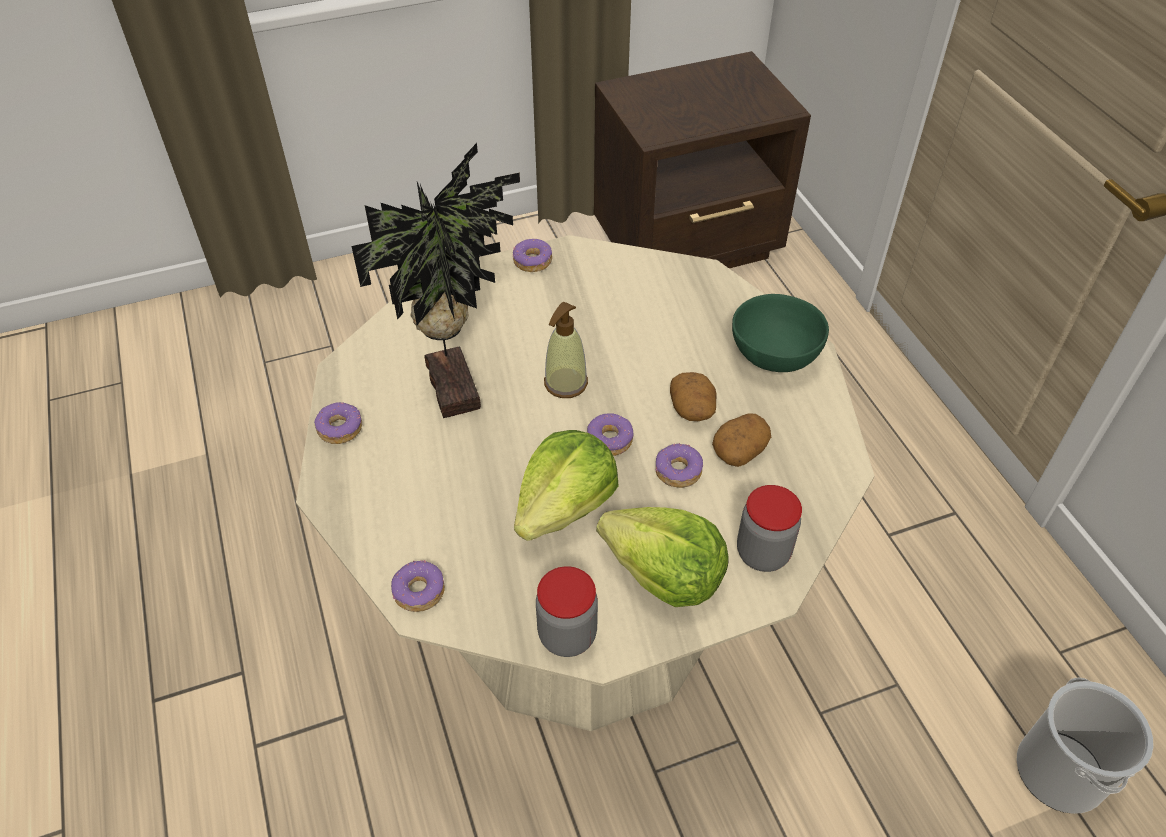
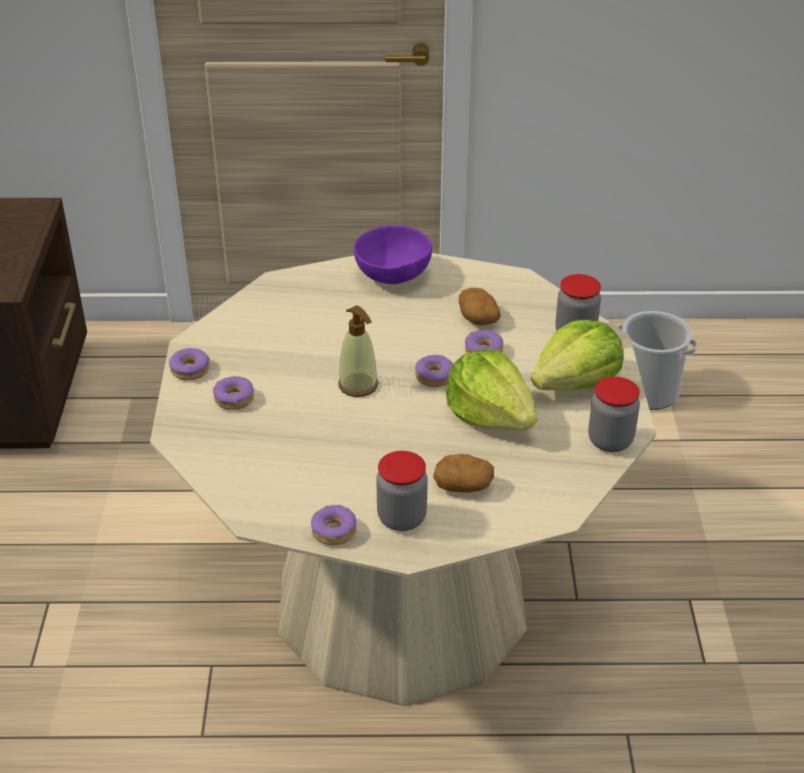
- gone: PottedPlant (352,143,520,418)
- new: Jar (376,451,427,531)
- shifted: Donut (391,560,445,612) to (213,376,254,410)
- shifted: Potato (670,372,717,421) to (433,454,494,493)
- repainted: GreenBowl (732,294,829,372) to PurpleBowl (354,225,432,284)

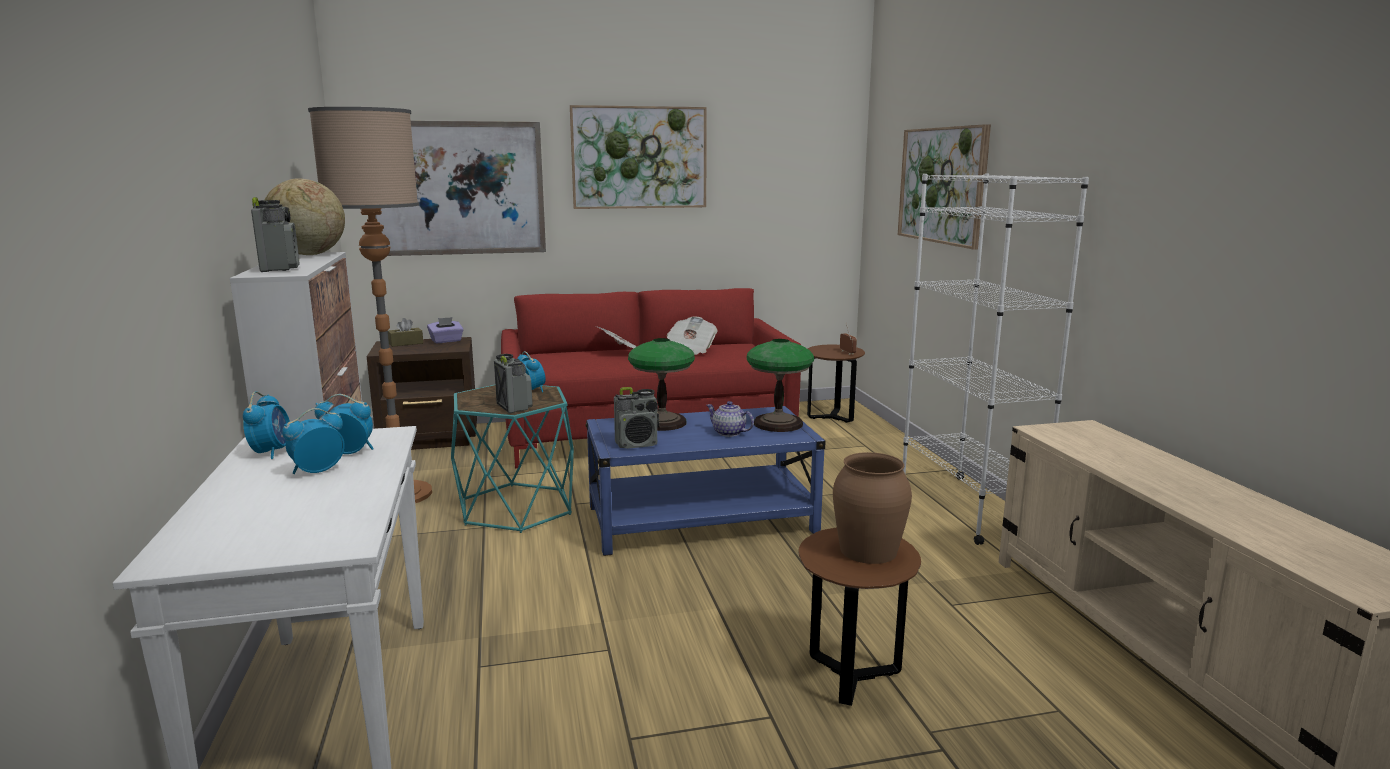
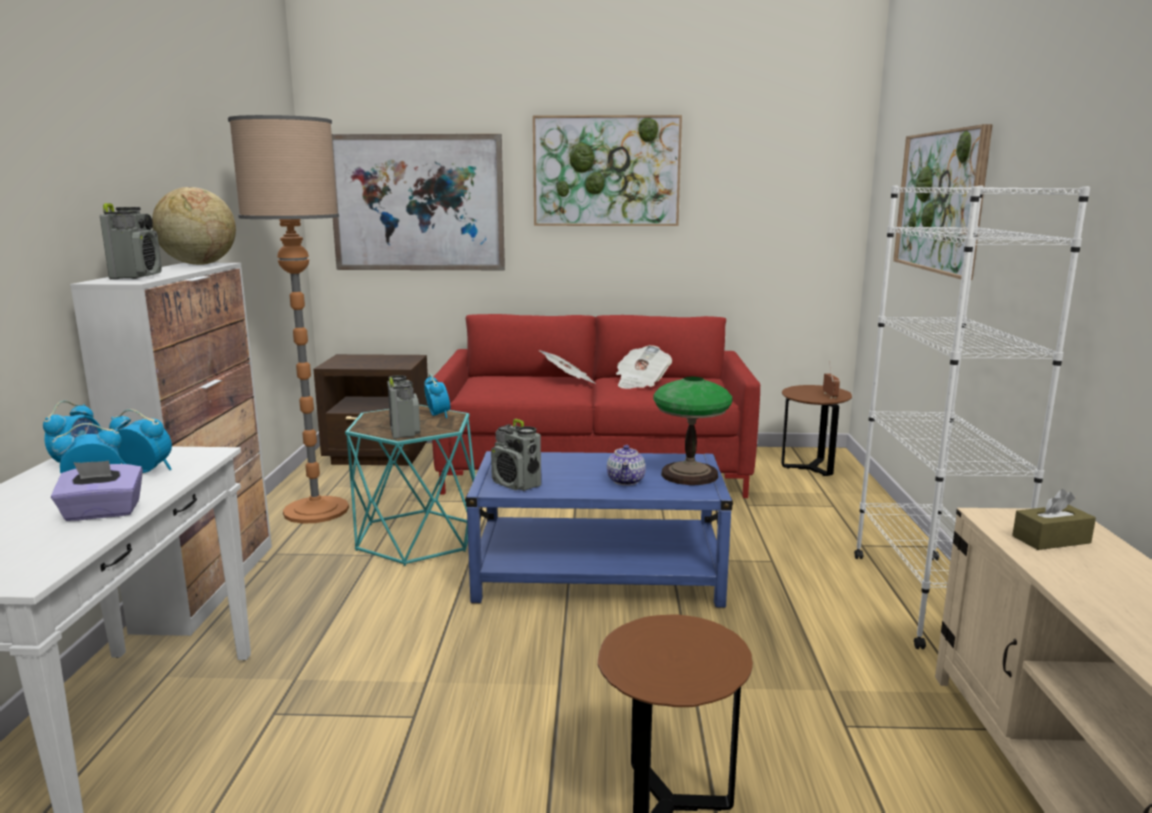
- gone: TableLamp (628,338,695,431)
- gone: BrownVase (833,452,912,564)
- shifted: BrownTissueBox (388,318,423,347) to (1012,489,1096,550)
- shifted: PurpleTissueBox (427,317,464,343) to (51,461,143,521)
- rotated: Radio (614,387,659,449) = (491,419,541,491) 45 degrees clockwise
- rotated: Teapot (706,401,754,437) = (607,445,646,486) 135 degrees counterclockwise

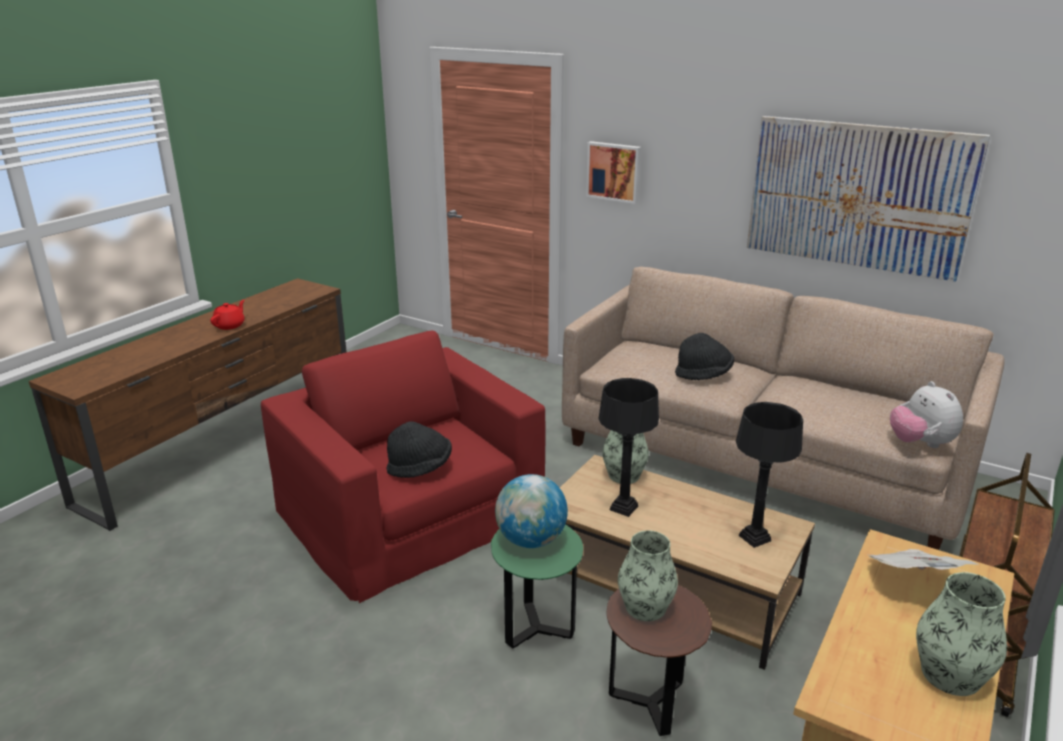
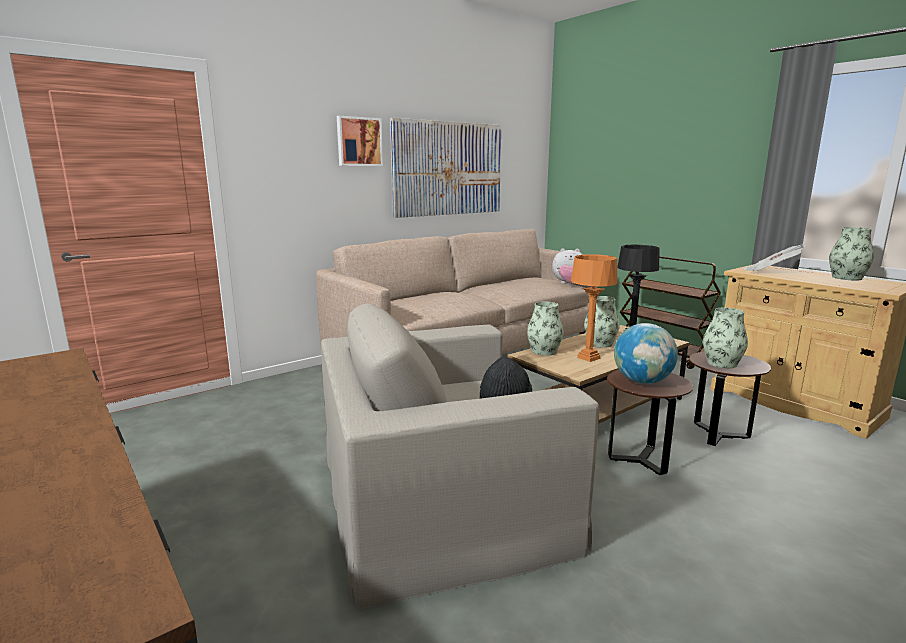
- gone: RedTeapot (210,300,245,330)
- gone: BlackHat (675,333,734,380)
- new: Vase (584,296,620,348)
- shifted: Picture (586,141,641,204) to (337,116,383,166)
- repainted: RedArmchair (261,331,545,603) to BeigeArmchair (321,303,599,609)
- repainted: GreenSideTable (491,524,583,648) to BrownSideTable (607,370,693,475)
- repainted: BlackTableLamp (598,378,659,517) to OrangeTableLamp (571,254,617,362)

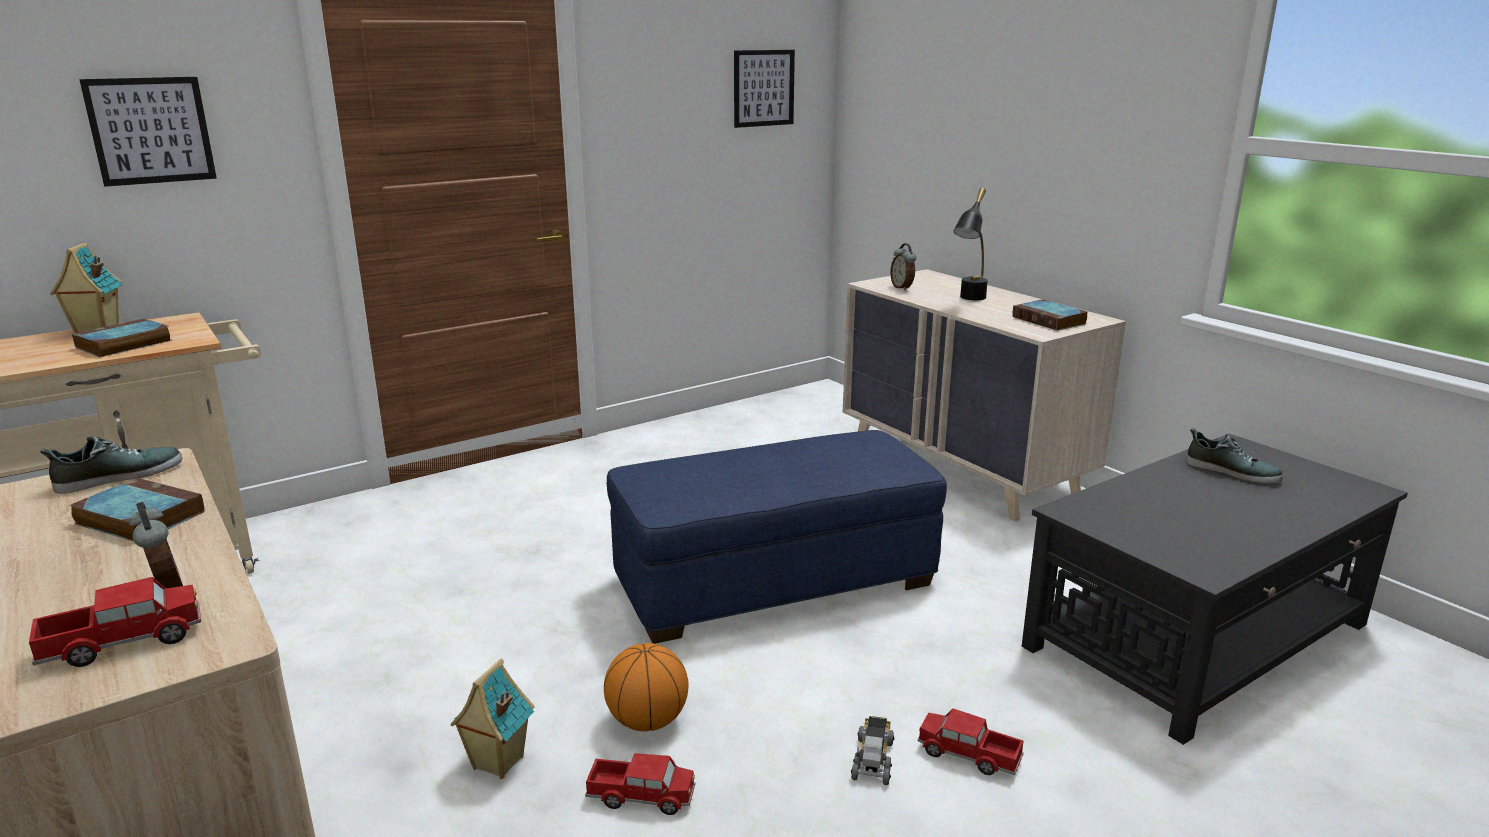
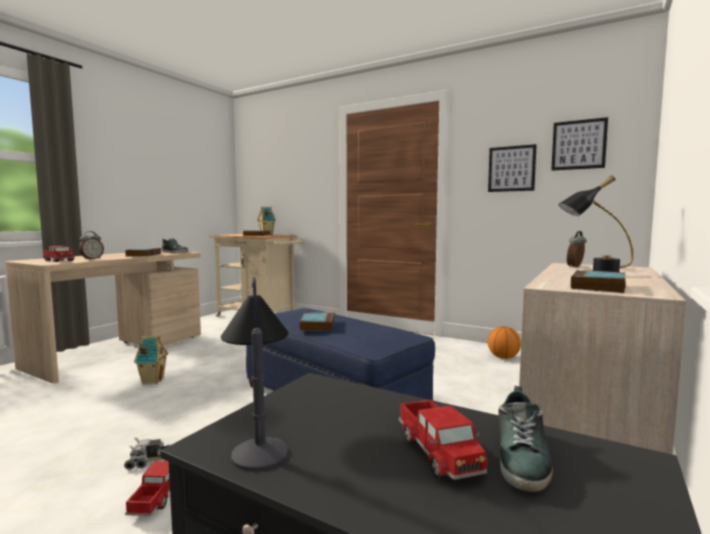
- new: TableLamp (221,277,288,471)
- new: Book (299,312,335,331)
- shifted: Picture (79,77,217,187) to (488,144,537,192)
- shifted: ToyTruck (585,753,695,815) to (399,400,488,480)
- shifted: Basketball (604,643,689,731) to (488,326,521,359)

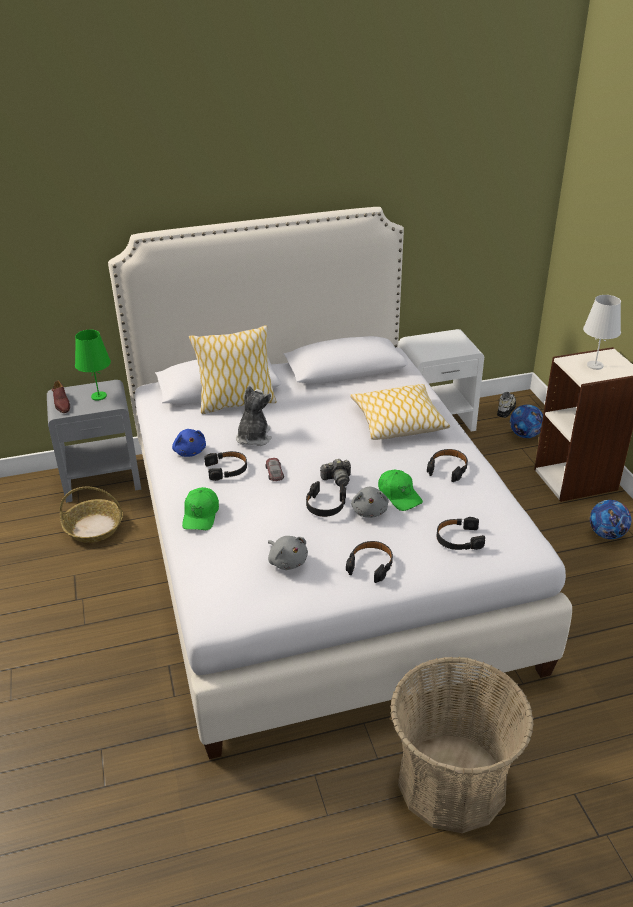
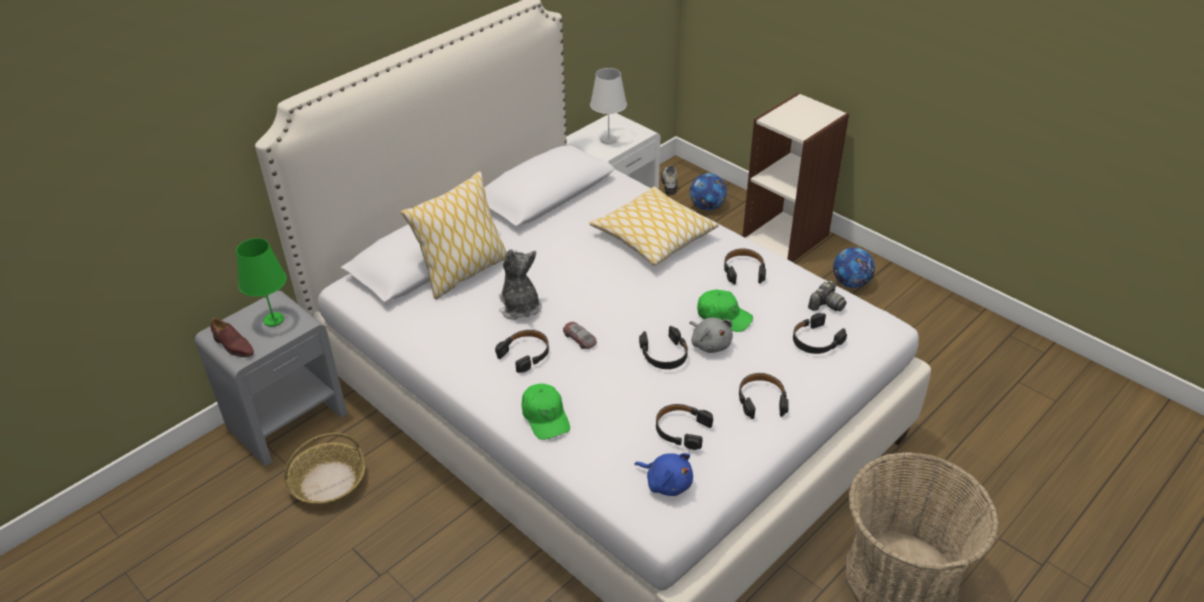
- shifted: BluePlushToy (172,429,206,457) to (634,453,693,496)
- shifted: PhotoCamera (320,459,351,487) to (808,281,847,311)
- shifted: WhiteTableLamp (583,295,621,370) to (590,68,627,144)
- swapped: GreyPlushToy (268,536,308,570) to BlackHeadphones (656,404,713,450)

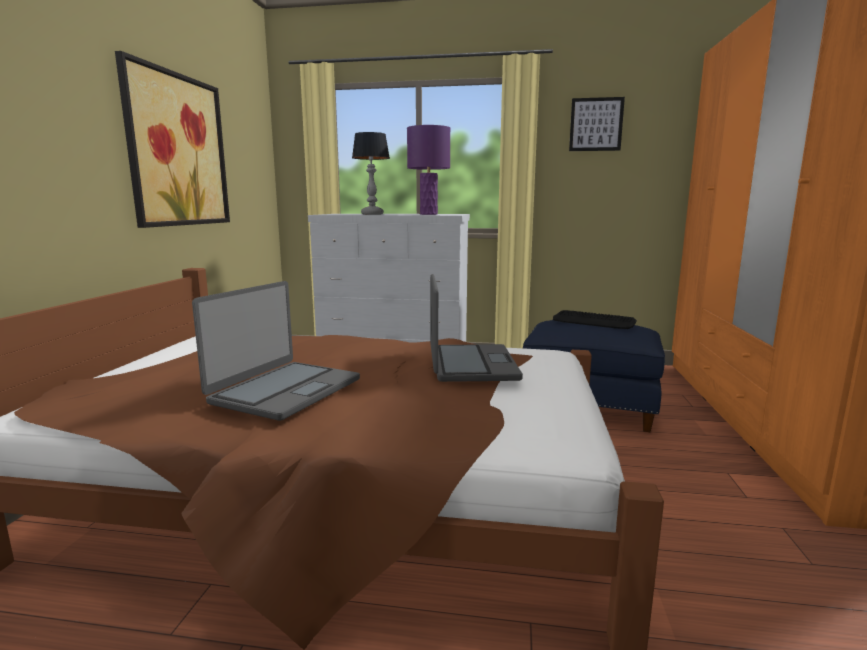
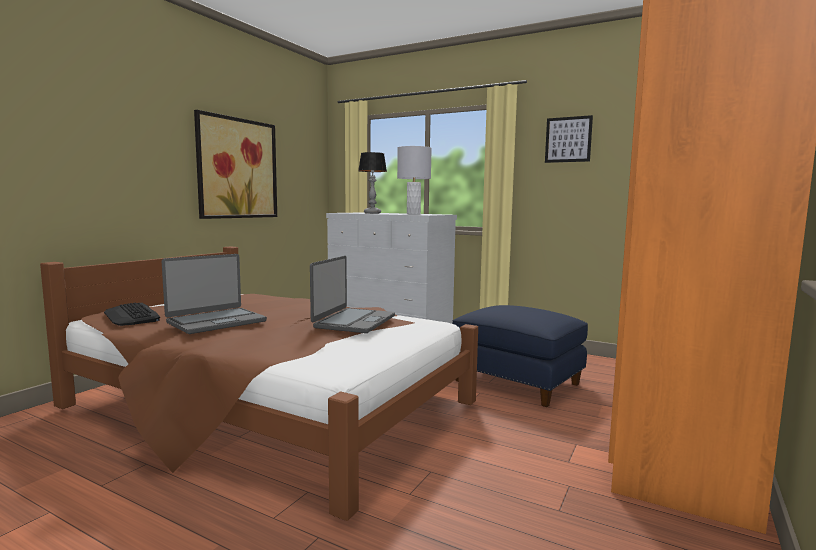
- shifted: Keyboard (553,310,637,329) to (104,303,160,326)
- repainted: PurpleTableLamp (407,125,450,215) to GreyTableLamp (397,146,432,215)

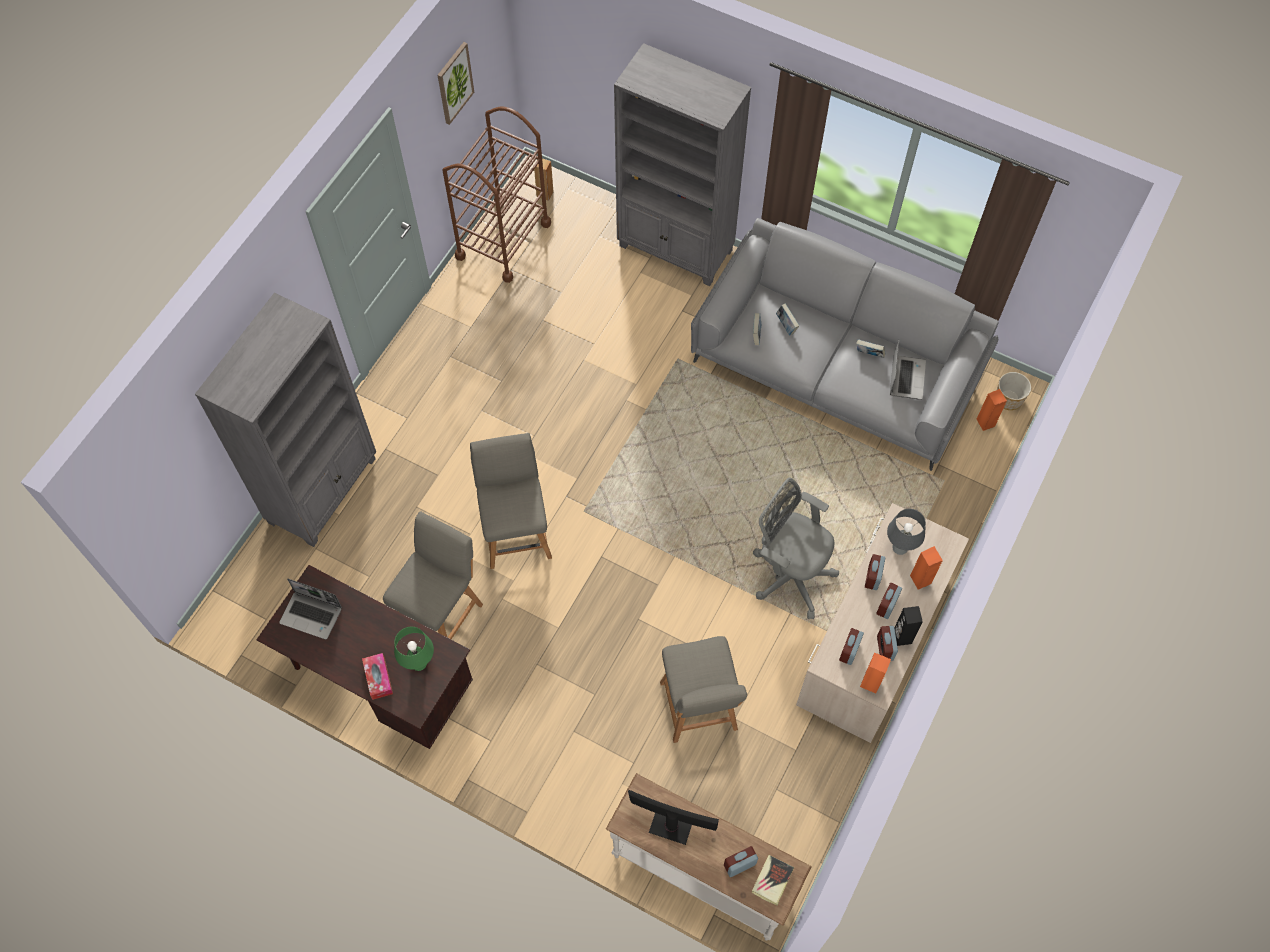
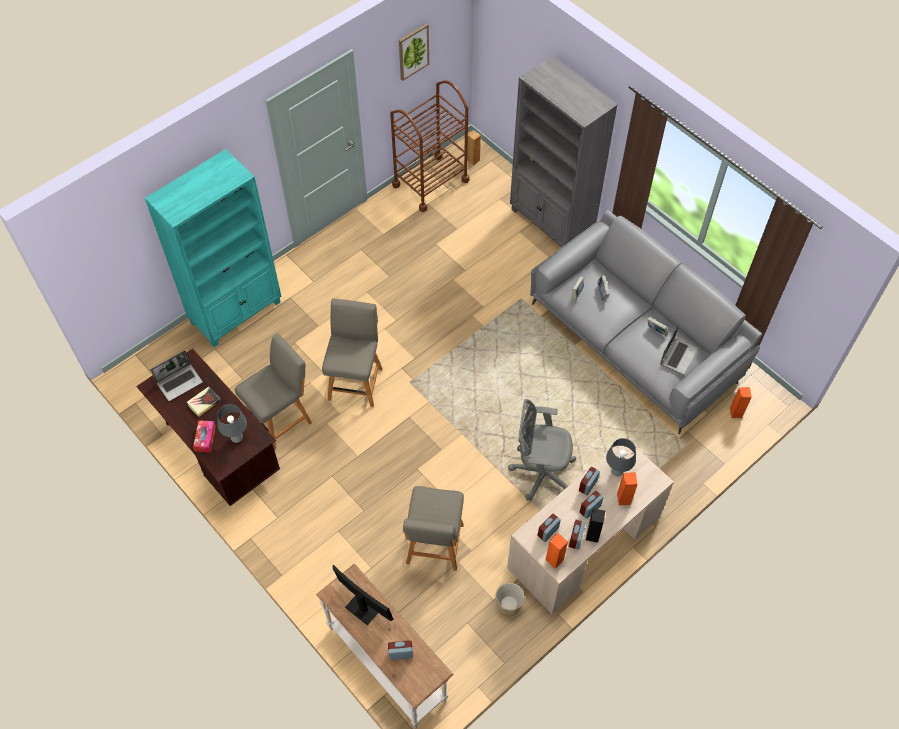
- shifted: Book (752,855,794,906) to (187,387,221,417)
- shifted: Planter (997,372,1031,410) to (495,583,525,616)
- repainted: GreyBookcase (195,293,376,547) to TurquoiseBookcase (145,149,281,347)
- repainted: GreenTableLamp (394,627,434,671) to GreyTableLamp (217,404,247,443)
- rotated: Laptop (279,579,342,639) = (151,350,203,401) 75 degrees counterclockwise
- rotated: GreyOfficeChair (753,478,839,619) = (508,399,576,501) 45 degrees counterclockwise

